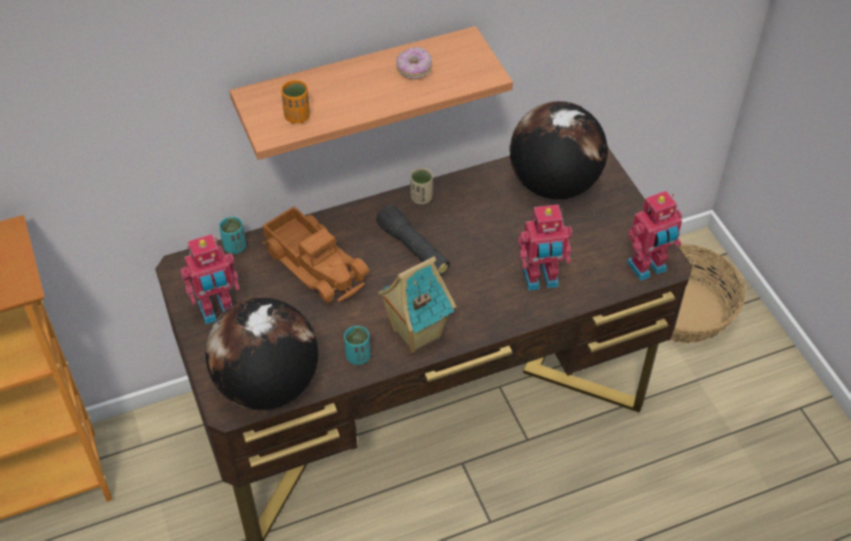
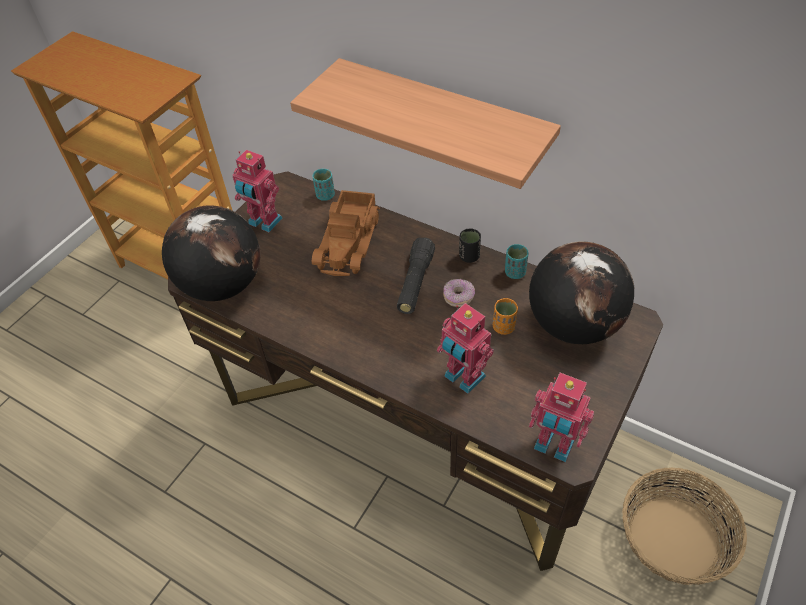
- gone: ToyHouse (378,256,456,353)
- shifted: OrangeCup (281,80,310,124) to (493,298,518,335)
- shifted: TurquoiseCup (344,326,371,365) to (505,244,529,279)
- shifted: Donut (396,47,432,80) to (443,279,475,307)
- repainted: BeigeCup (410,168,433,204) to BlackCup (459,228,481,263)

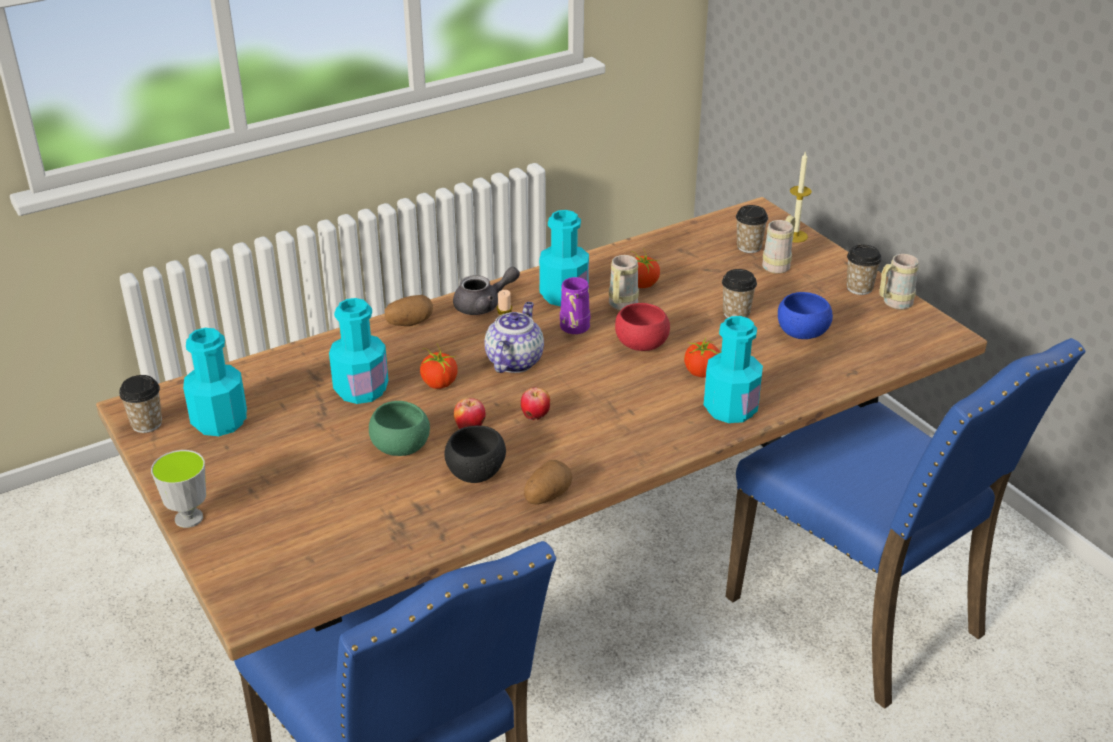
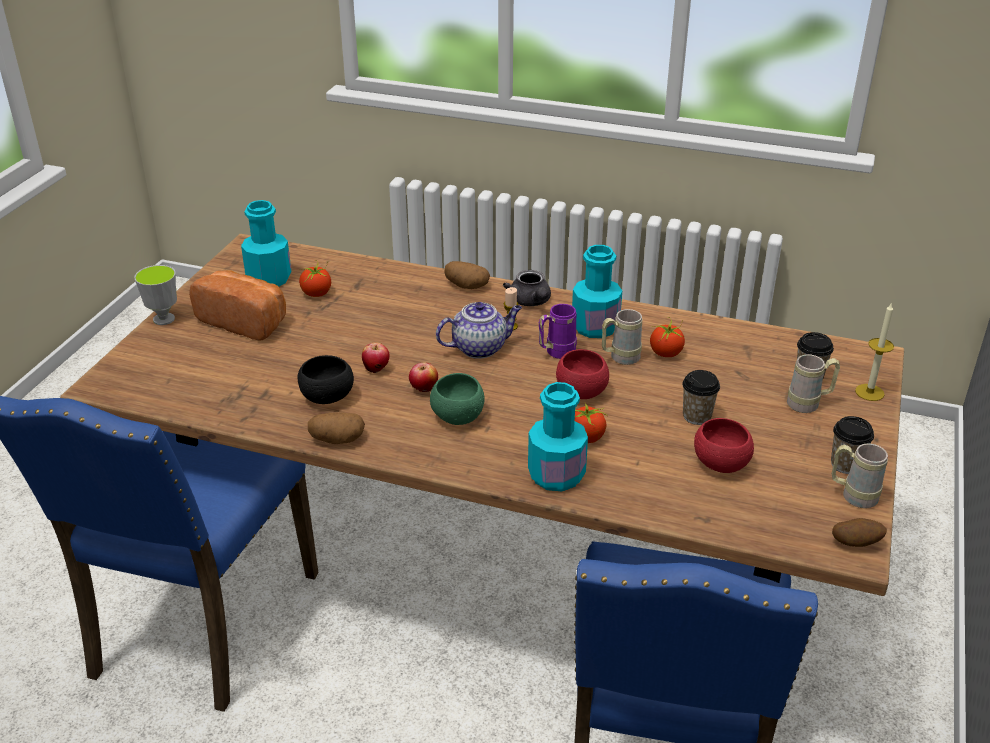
- gone: Cup (119,375,162,433)
- gone: TurquoiseBottle (329,298,388,404)
- new: Bread (189,270,286,340)
- new: Potato (832,518,887,547)
- shifted: GreenBowl (369,401,430,456) to (430,373,485,425)
- shifted: Tomato (420,344,458,389) to (299,260,331,297)
- repainted: BlueBowl (778,292,833,339) to RedBowl (694,418,754,473)
- rotated: GreyTeapot (453,267,520,315) = (503,270,551,306) 45 degrees clockwise

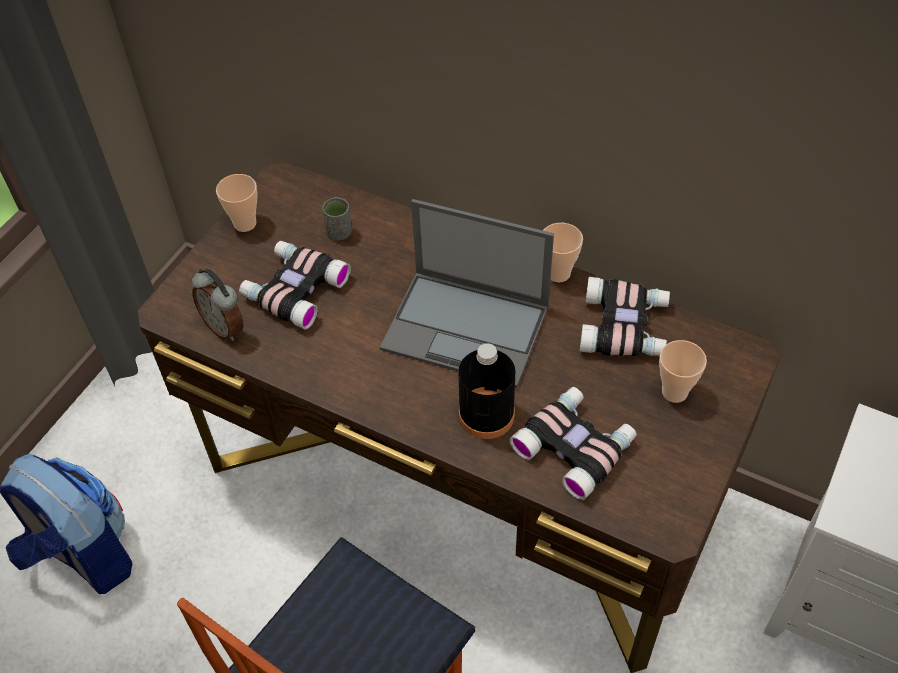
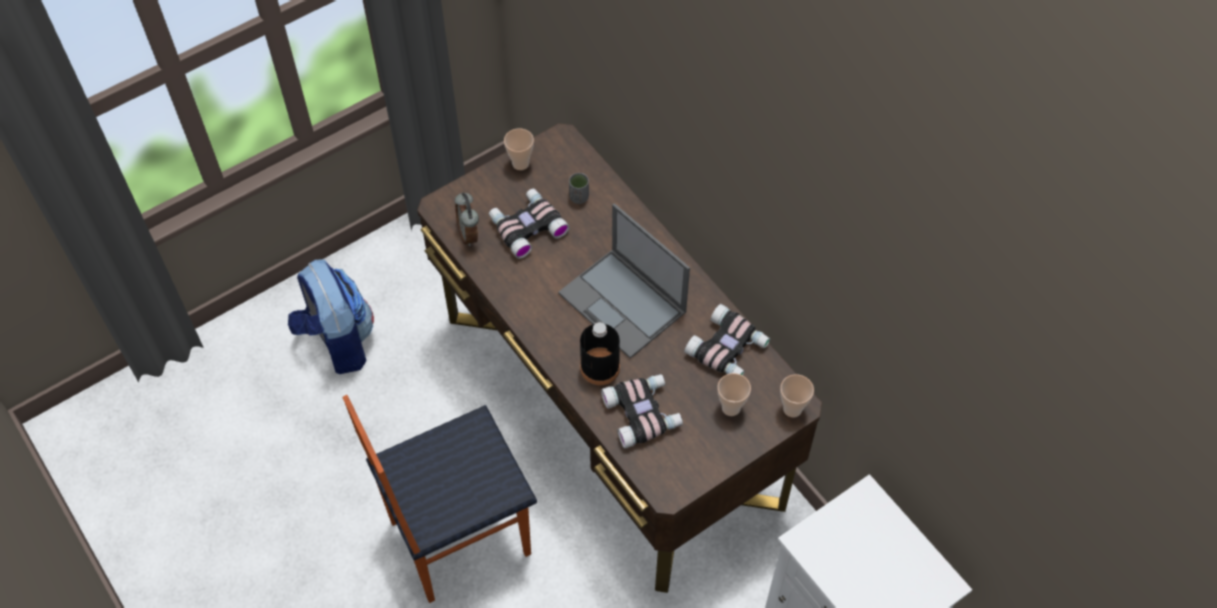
- shifted: Cup (543,223,583,282) to (780,374,814,417)

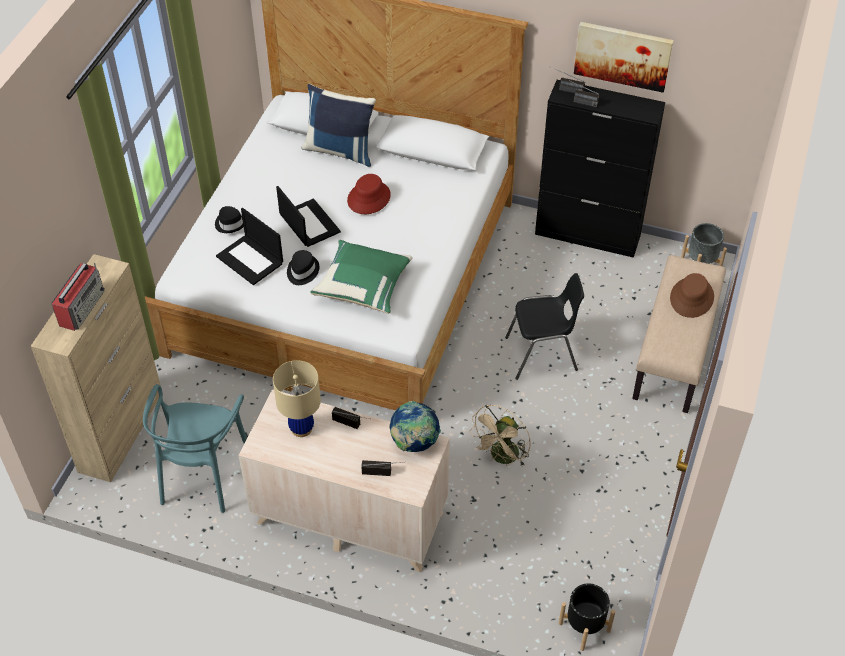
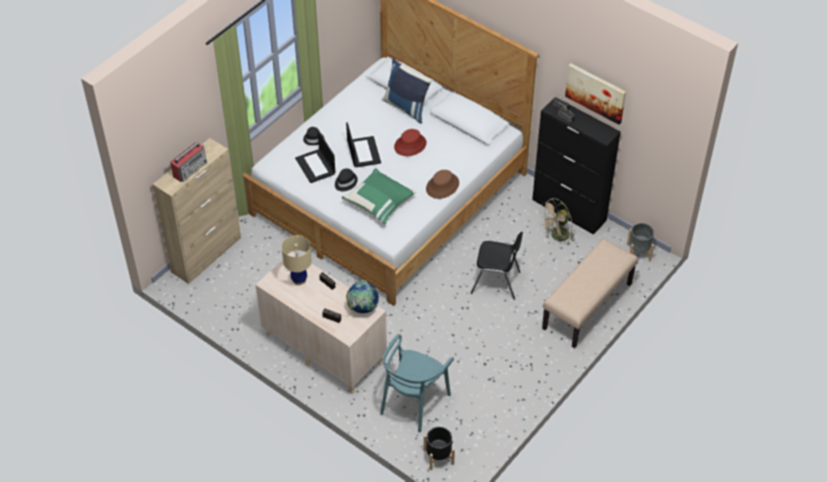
- shifted: TurquoiseChair (143,384,247,513) to (380,334,454,432)
- shifted: BeigeFan (469,405,531,466) to (539,198,575,245)
- shifted: BrownHat (670,273,714,318) to (426,170,459,199)

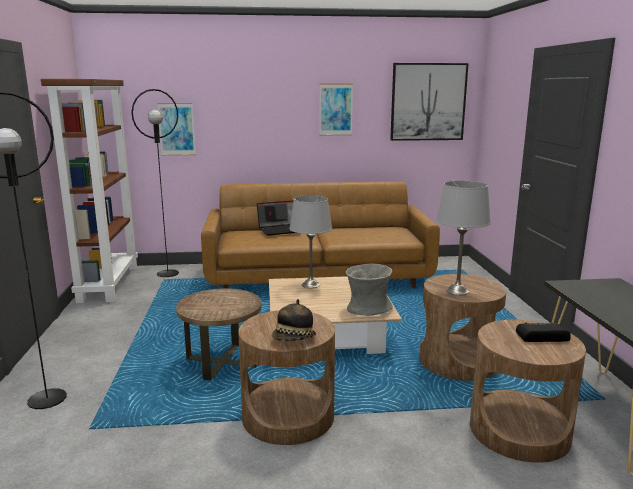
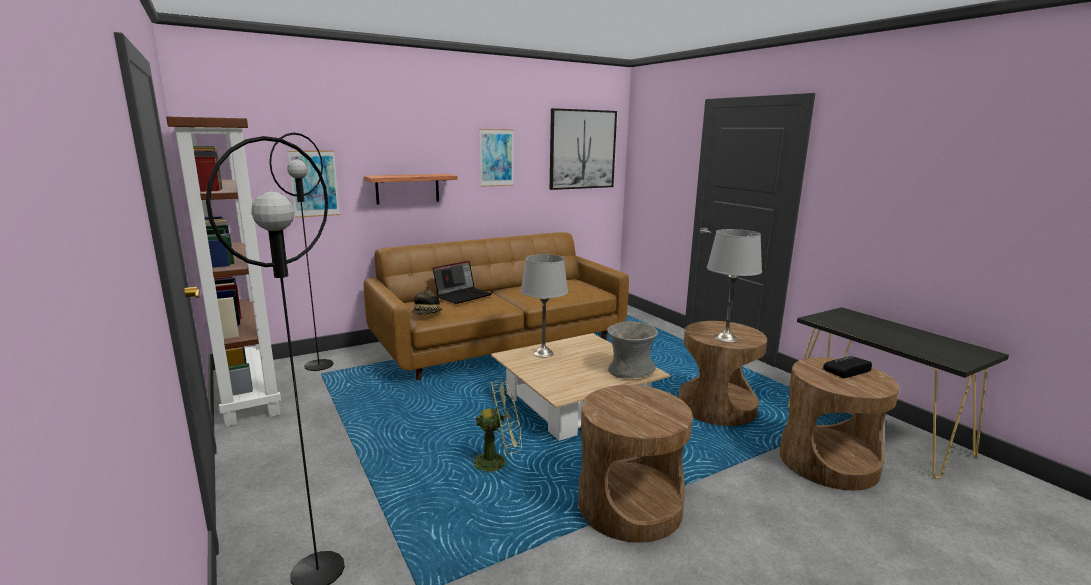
- new: Shelf (364,174,457,205)
- shifted: Hat (272,299,316,341) to (412,287,442,315)
- swapped: BrownSideTable (176,288,261,381) to GreenFan (468,380,522,473)

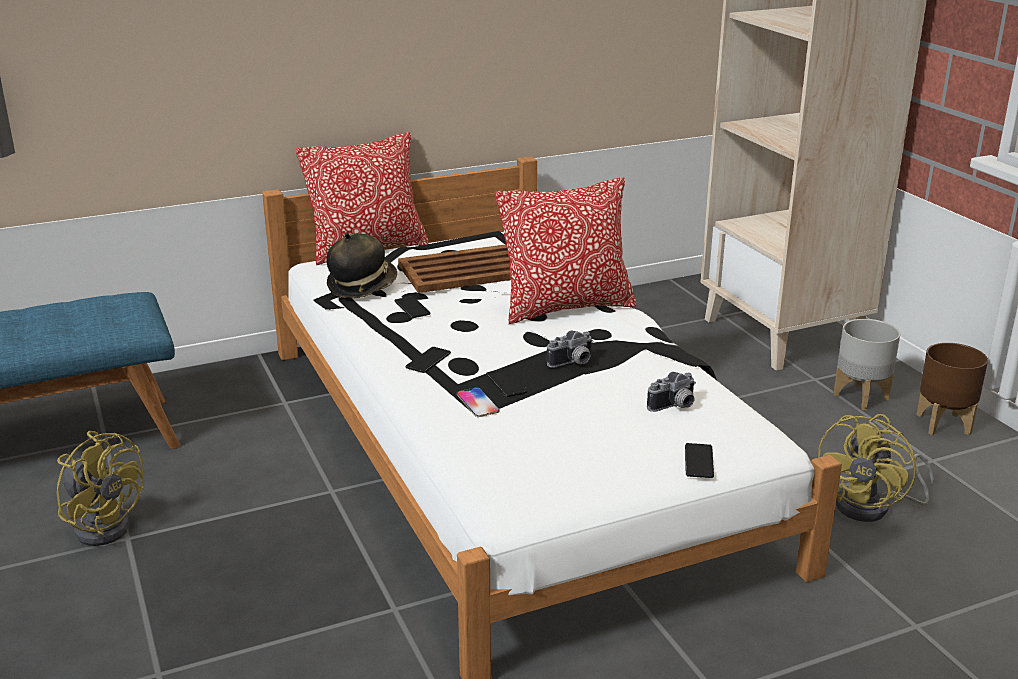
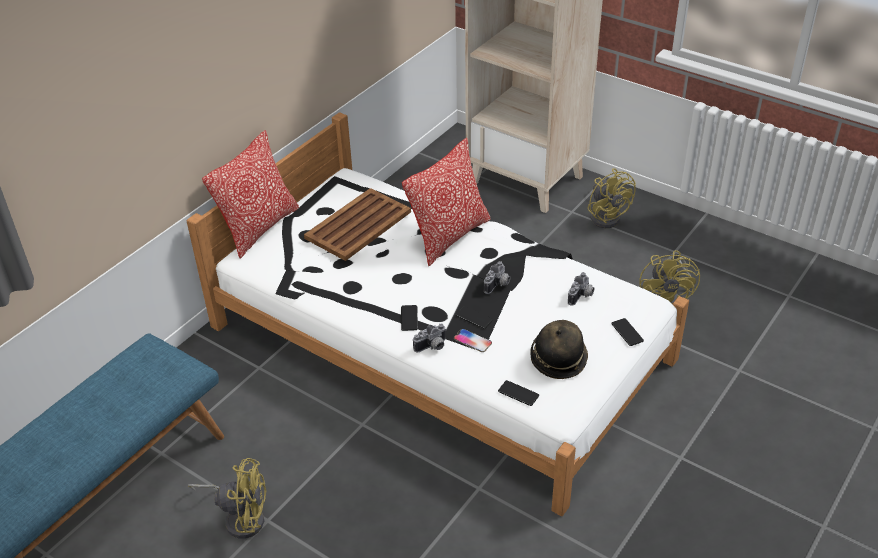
- gone: BrownPlanter (916,343,988,435)
- new: PhotoCamera (413,324,447,353)
- shifted: Hat (327,232,397,298) to (530,320,588,379)
- shifted: Phone (394,296,430,318) to (498,380,539,406)
- swapped: GreyPlanter (833,319,900,410) to YellowFan (587,168,636,228)

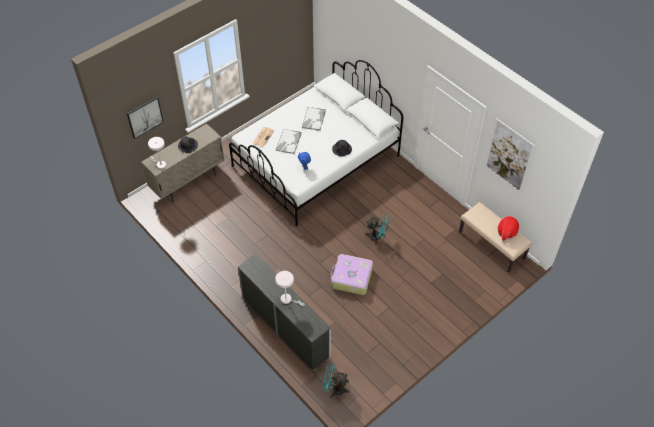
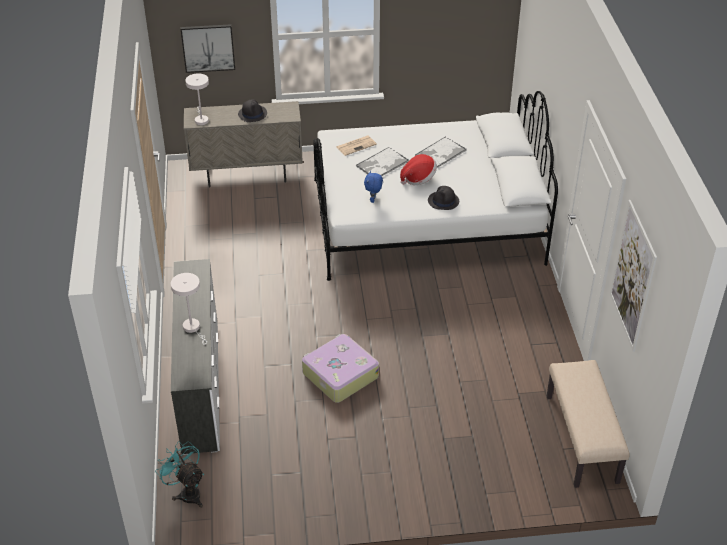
- gone: TurquoiseFan (365,214,391,245)
- shifted: Hat (497,216,520,242) to (400,154,437,186)

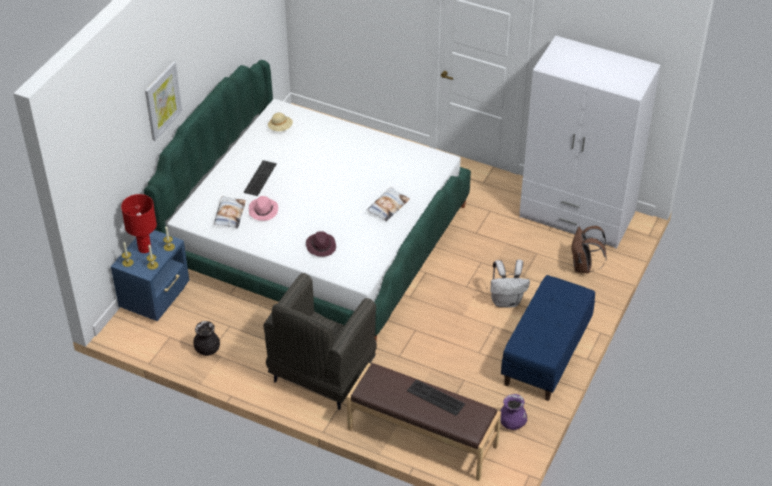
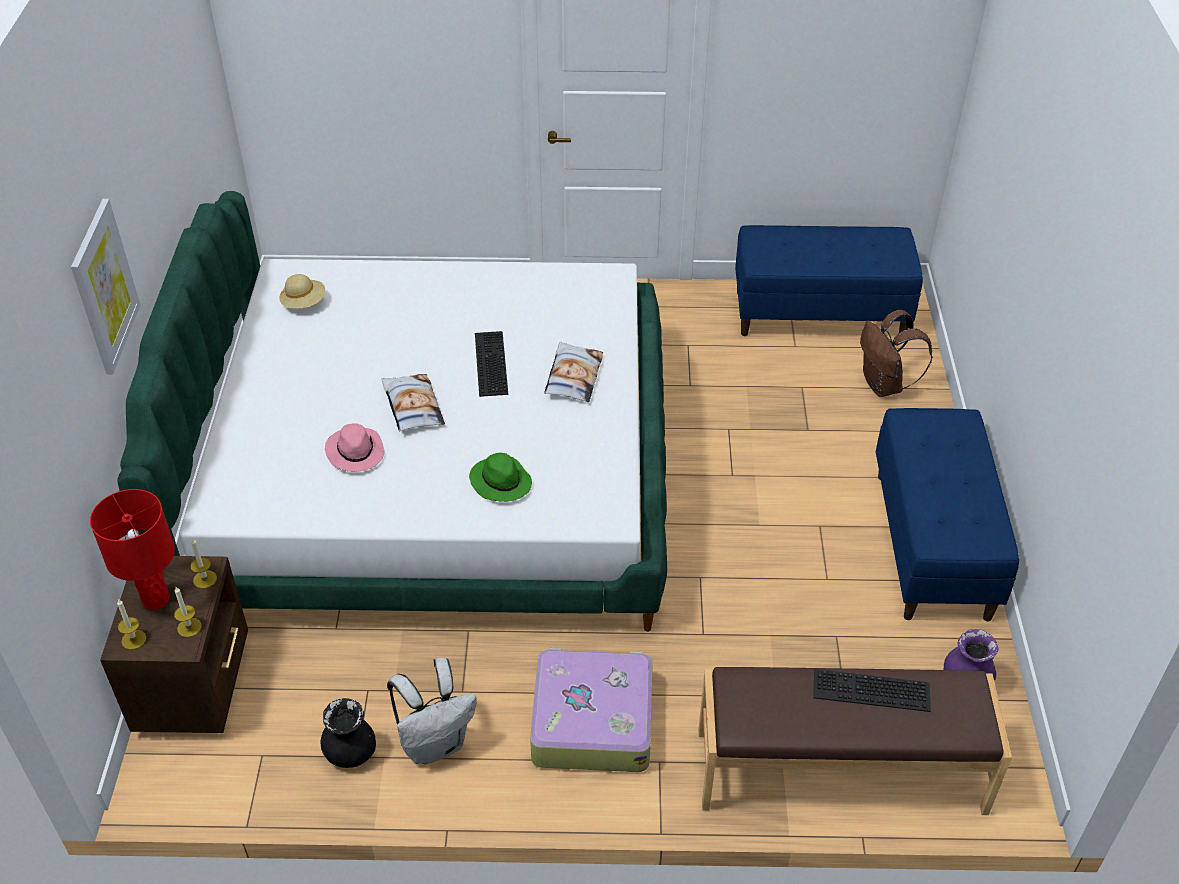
- shifted: Pillow (214,196,246,228) to (381,374,445,431)
- shifted: Keyboard (243,160,277,196) to (475,331,508,397)
- shifted: WhiteBackpack (490,260,530,308) to (387,657,476,764)
- swapped: GreyArmchair (263,273,377,410) to Suitcase (530,648,653,772)
- swapped: WhiteWardrobe (519,36,661,249) to BlueBench (735,225,923,336)
- repainted: BlueNightstand (111,230,189,321) to BrownNightstand (100,556,248,733)
- repainted: PurpleHat (306,231,336,257) to GreenHat (469,453,532,502)

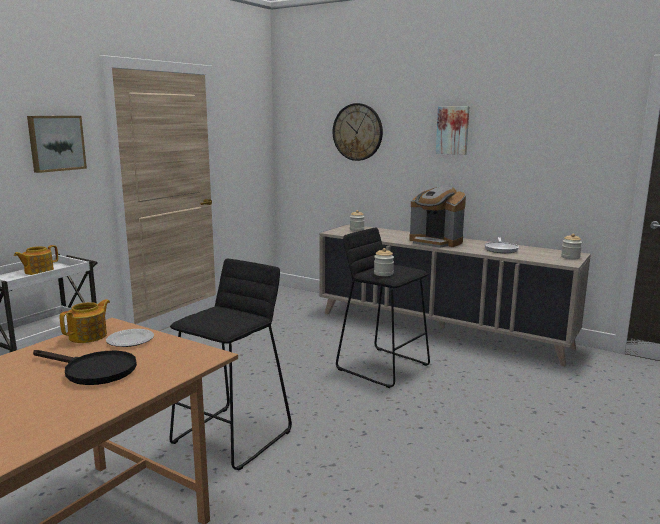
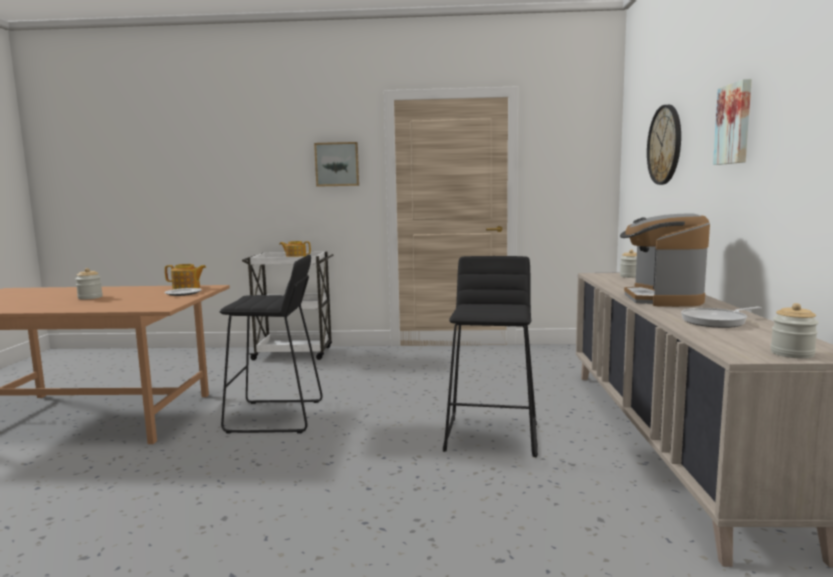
- gone: BlackFryingPan (33,350,137,385)
- shifted: Jar (374,248,394,276) to (75,268,103,300)

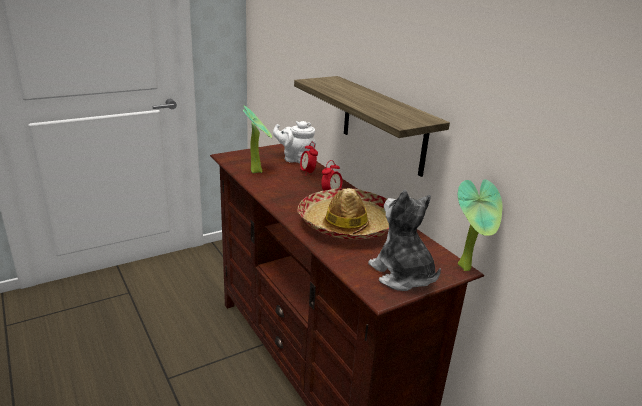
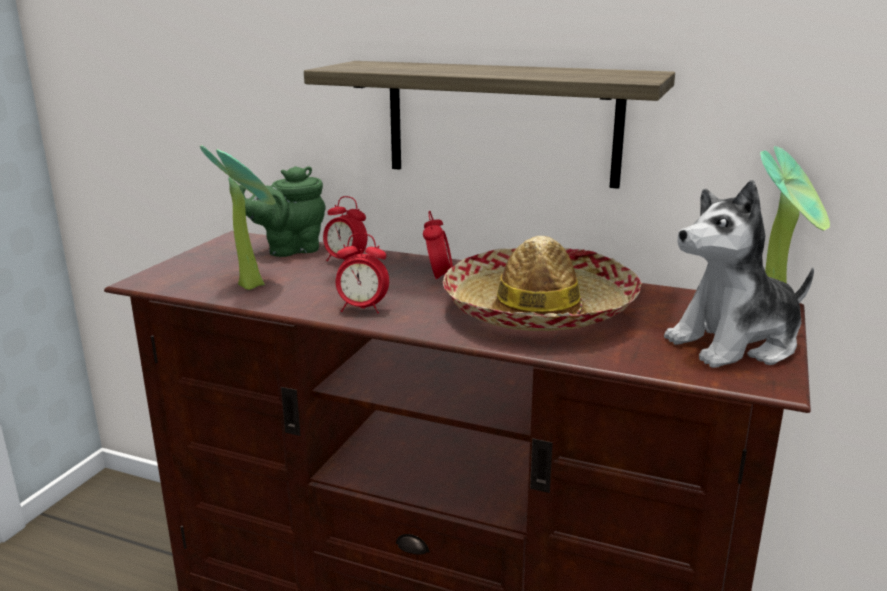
- new: AlarmClock (336,233,389,314)
- repainted: WhiteTeapot (273,121,316,163) to GreenTeapot (239,166,326,257)
- rotated: PlushToy (368,190,441,291) = (664,180,814,368) 45 degrees counterclockwise

